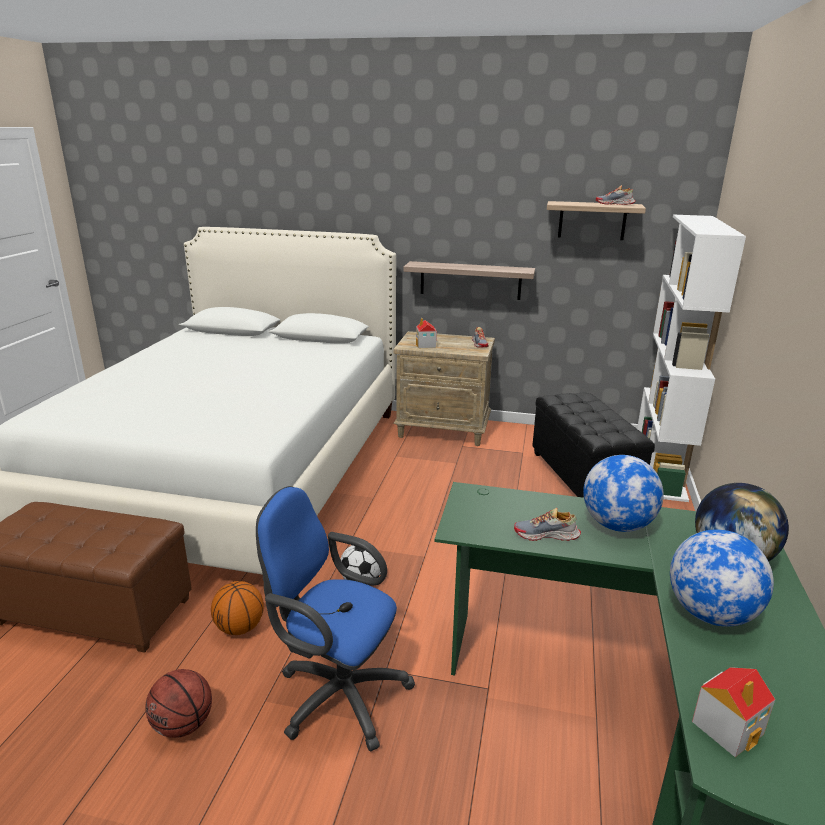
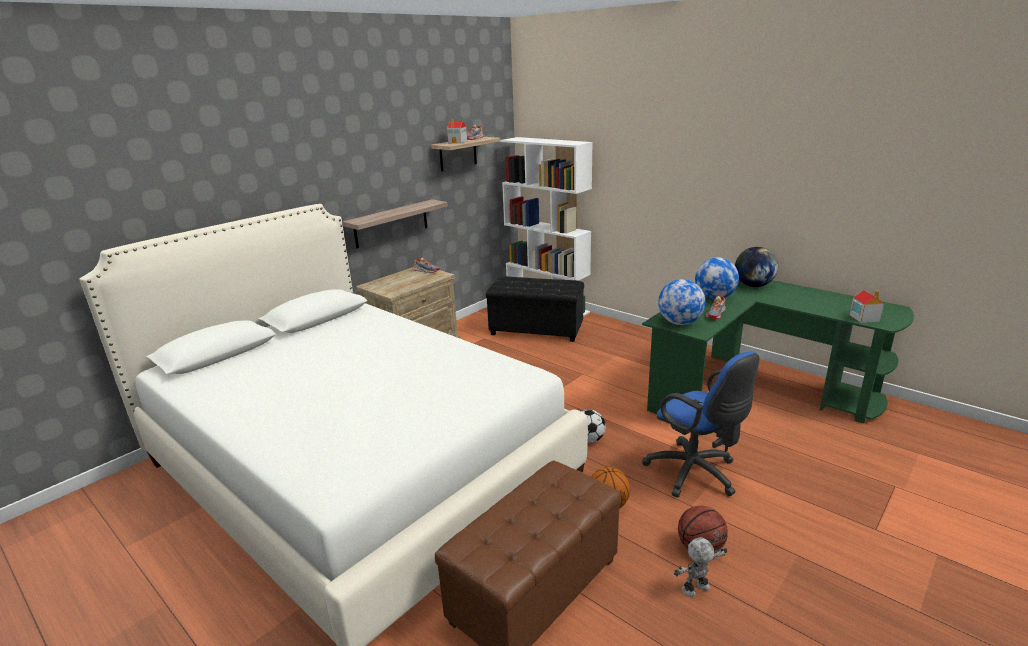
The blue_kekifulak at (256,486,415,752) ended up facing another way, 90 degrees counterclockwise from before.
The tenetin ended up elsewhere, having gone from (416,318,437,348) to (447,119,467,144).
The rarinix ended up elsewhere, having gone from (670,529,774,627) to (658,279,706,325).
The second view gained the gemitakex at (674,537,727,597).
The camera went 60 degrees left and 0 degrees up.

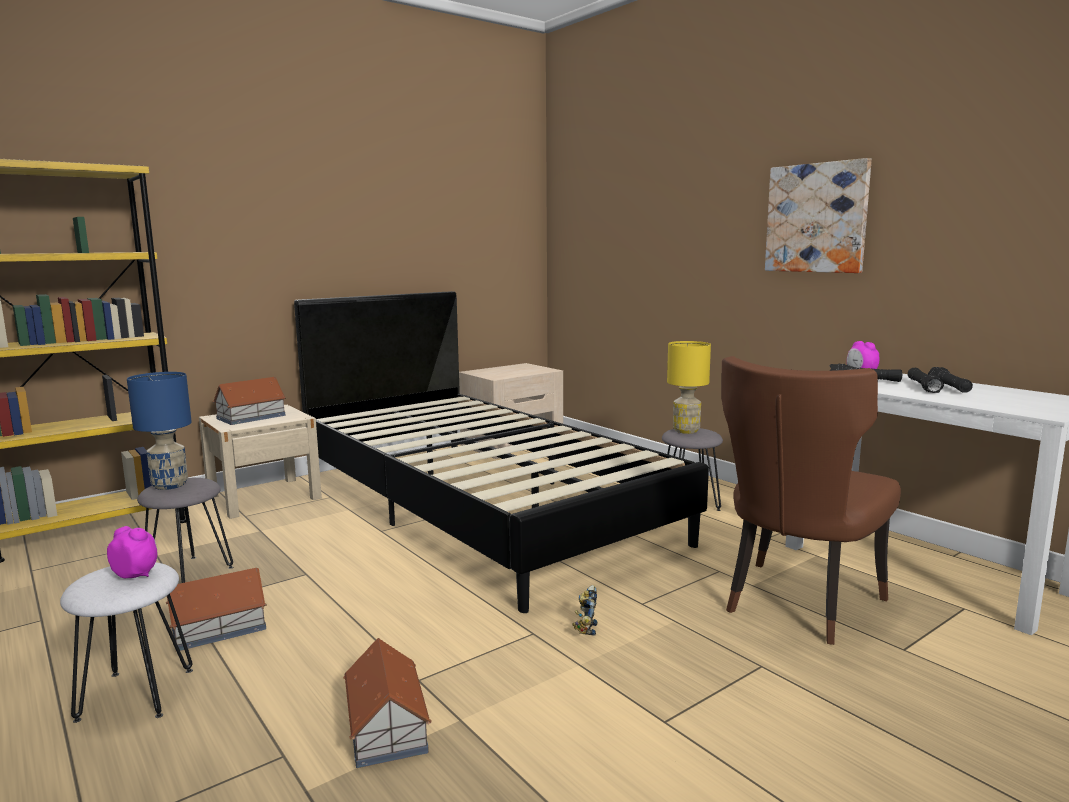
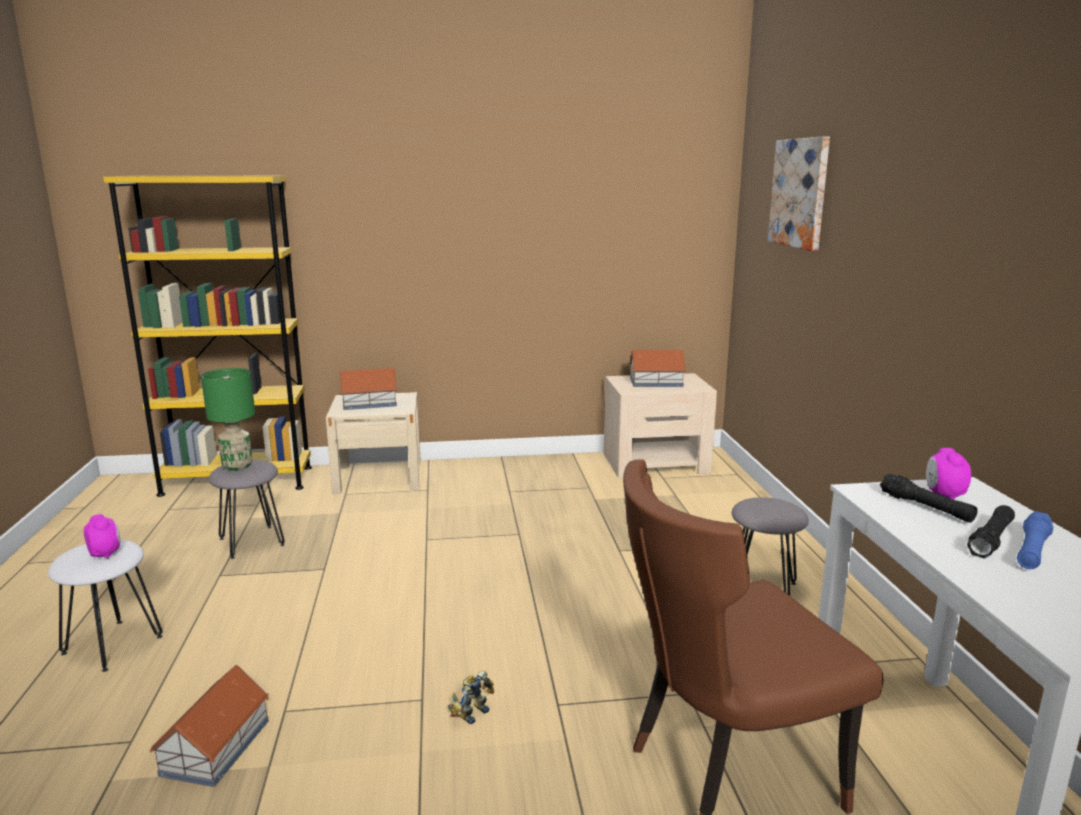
What was the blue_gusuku at (127,372,192,490) turned into the green_gusuku at (201,368,255,471).
The tenetin ended up elsewhere, having gone from (166,568,267,651) to (629,350,686,387).
The second view lost the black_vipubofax at (294,291,709,613).
The second view lost the yellow_gusuku at (667,341,711,434).
The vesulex ended up elsewhere, having gone from (765,158,872,273) to (768,136,830,251).
What was the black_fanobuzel at (928,367,973,393) turned into the blue_fanobuzel at (1017,511,1054,569).
The camera went 30 degrees right and 5 degrees up.

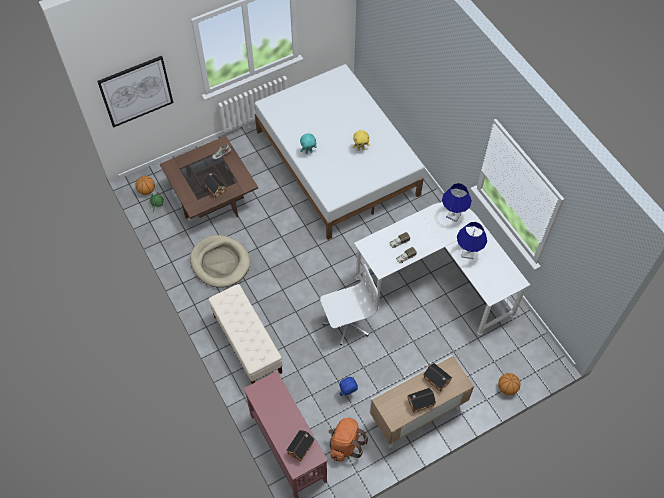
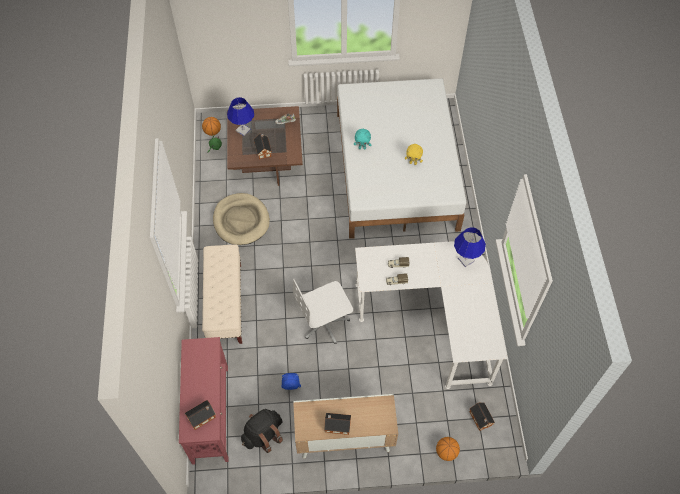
The second view lost the vesulex at (97,56,173,128).
The white_kekifulak at (320,264,378,345) ended up facing another way, 150 degrees clockwise from before.
What was the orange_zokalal at (328,418,368,462) turned into the black_zokalal at (241,409,283,453).
The tenetin ended up elsewhere, having gone from (423,363,452,392) to (470,402,495,431).
The blue_gusuku ended up elsewhere, having gone from (457,222,487,259) to (227,97,254,136).
The camera went 25 degrees right and 0 degrees up.

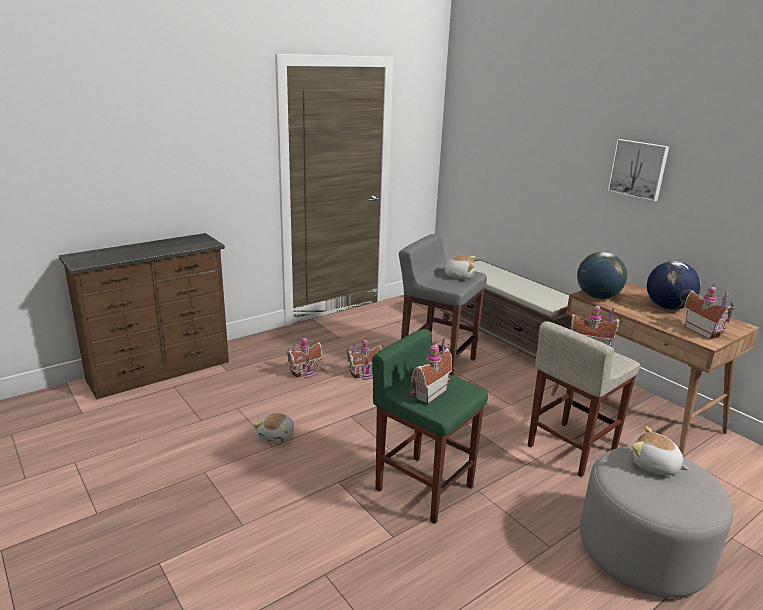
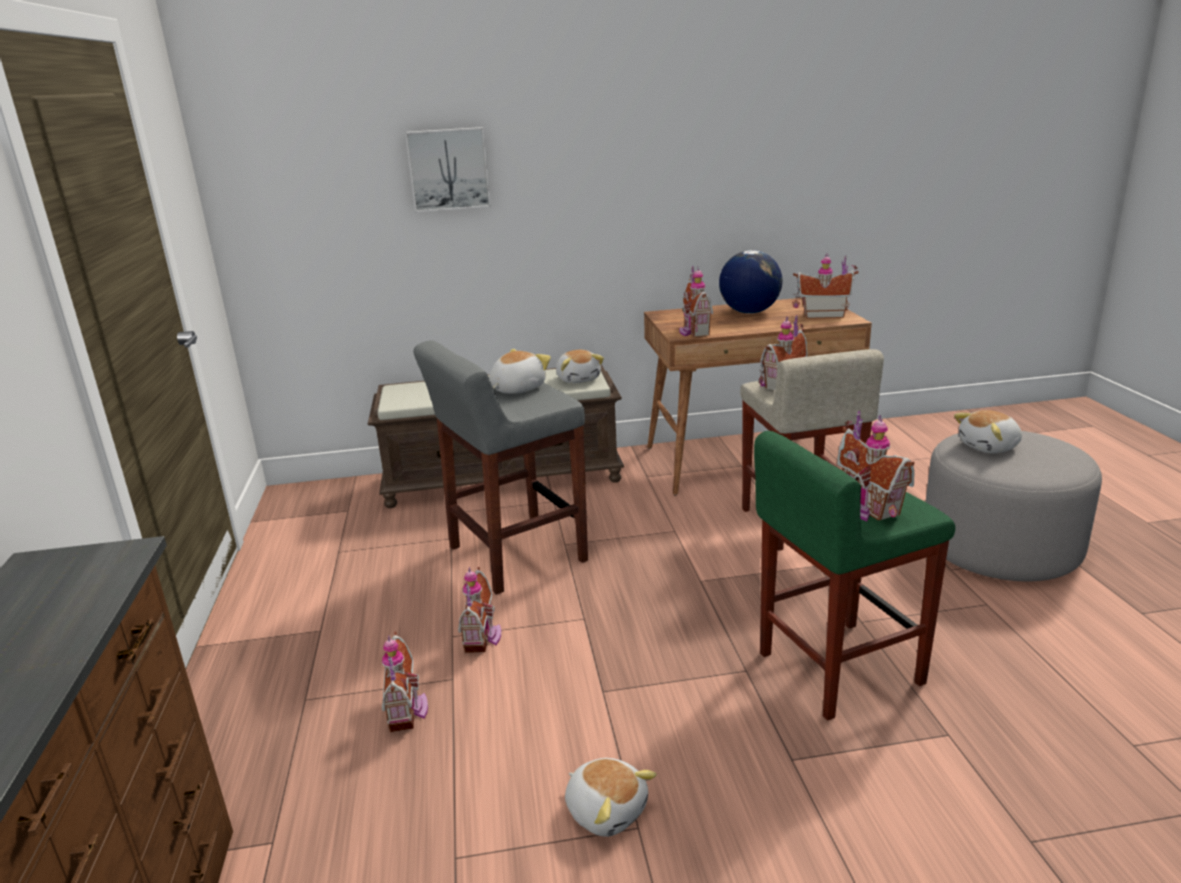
Where the rarinix stood at (577,252,627,299), the tenetin came to stand at (679,266,713,336).
The vesulex ended up elsewhere, having gone from (607,139,669,202) to (405,127,491,212).
The second view gained the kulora at (556,350,604,383).
The camera went 60 degrees left and 0 degrees up.

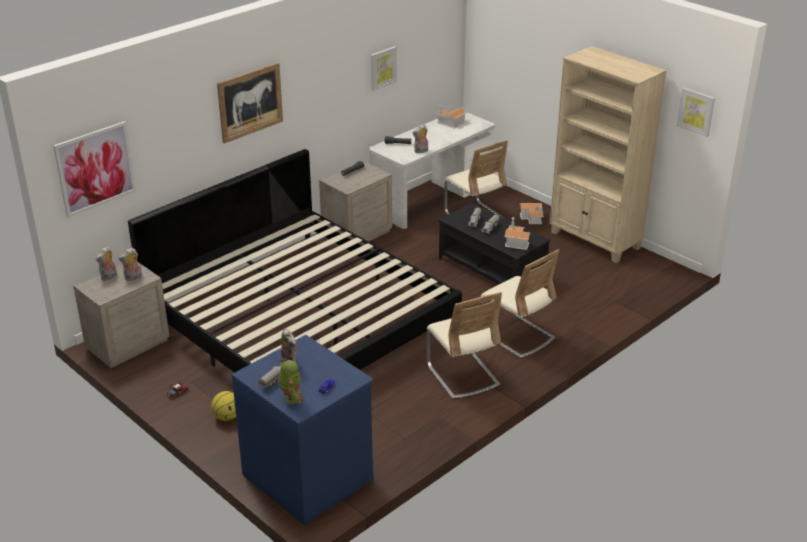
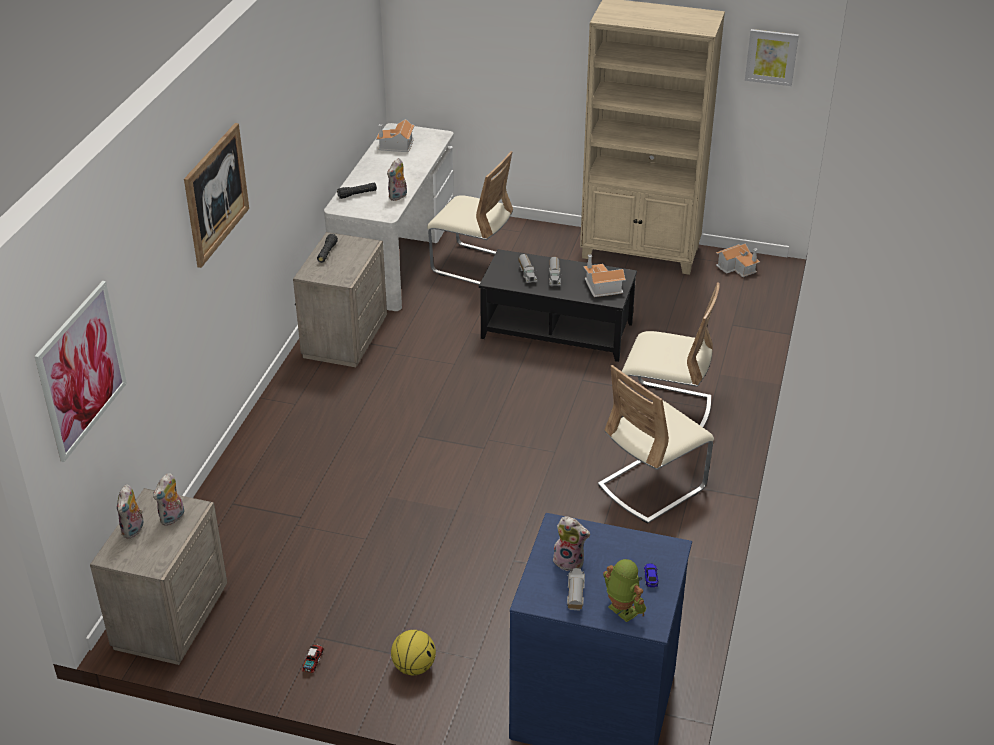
The second view lost the vipubofax at (128,149,462,373).
The second view lost the vesulex at (371,46,397,91).
The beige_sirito at (427,292,502,399) ended up facing another way, 105 degrees clockwise from before.
The tenetin ended up elsewhere, having gone from (520,203,544,224) to (716,244,760,277).
The camera went 30 degrees left and 5 degrees up.

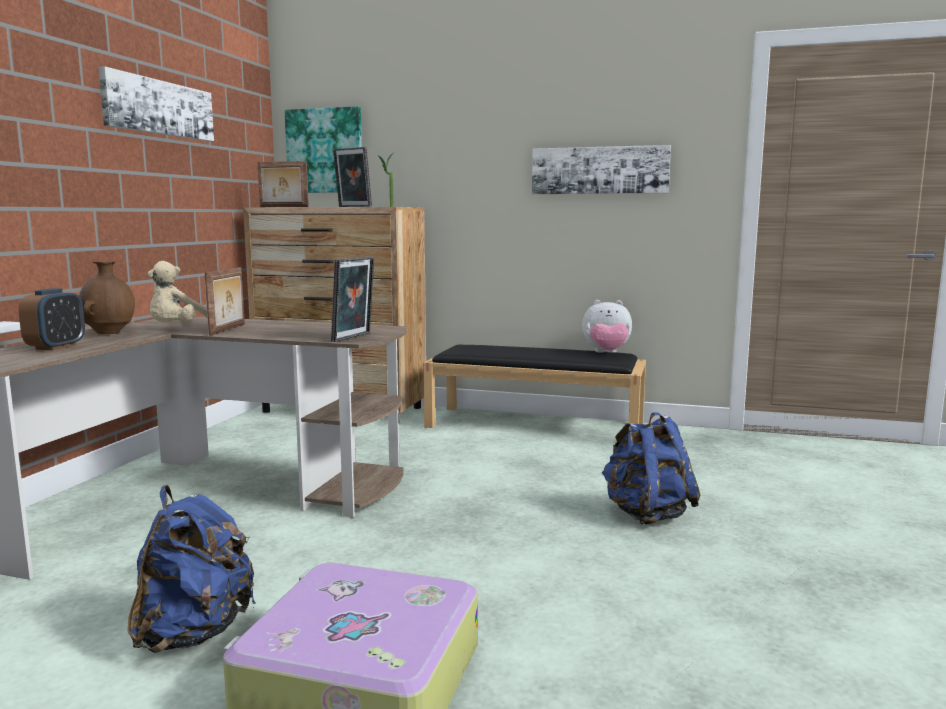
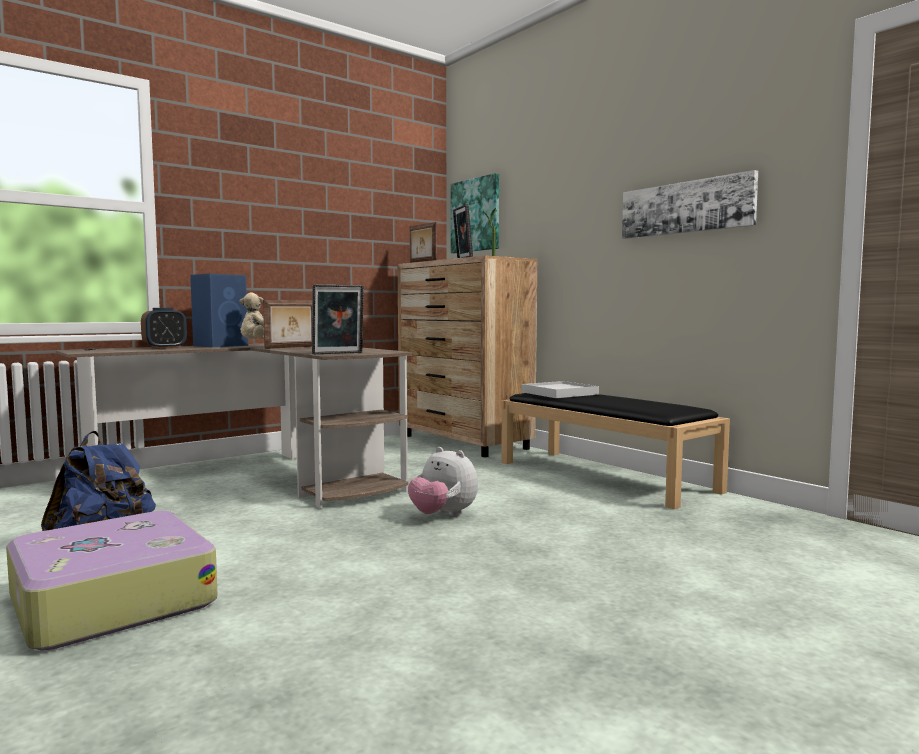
Where the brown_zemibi stood at (79,261,135,334), the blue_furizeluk came to stand at (190,274,248,347).
The second view lost the vesulex at (98,66,214,141).
The kulora ended up elsewhere, having gone from (582,300,632,353) to (408,447,478,517).
The second view lost the blue_zokalal at (602,412,700,525).
The second view gained the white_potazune at (522,381,599,398).
The camera went 35 degrees right and 5 degrees down.

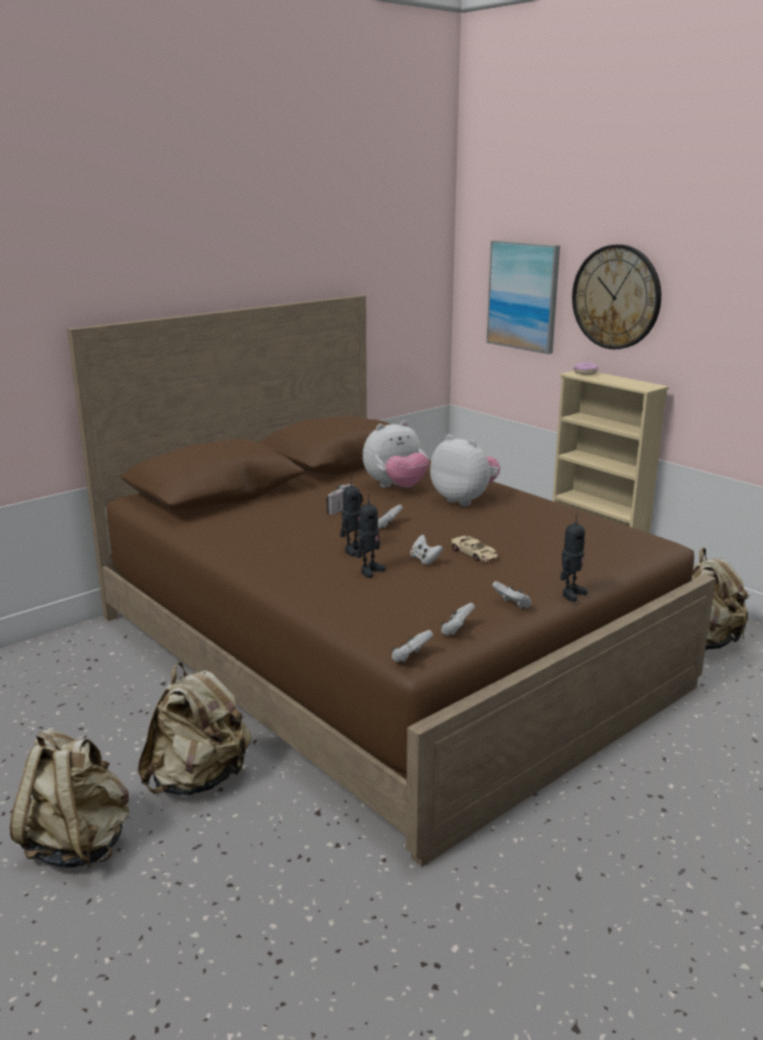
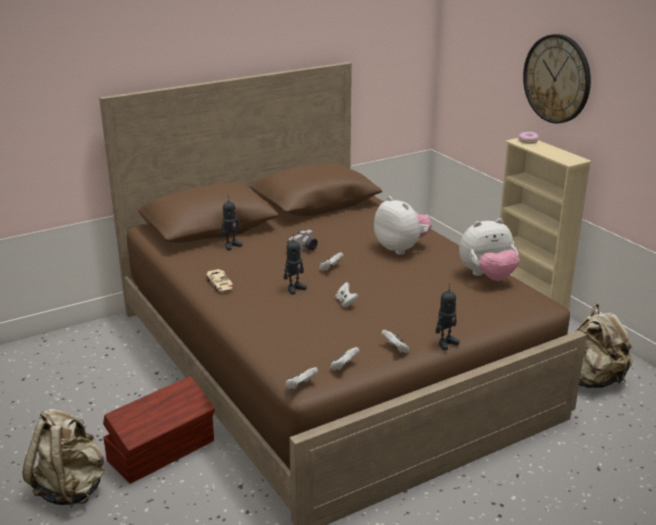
Where the beige_zokalal stood at (138,662,251,795), the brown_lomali came to stand at (103,376,215,484).
The gemitakex ended up elsewhere, having gone from (356,494,386,578) to (221,195,242,251).
The kulora ended up elsewhere, having gone from (363,421,429,488) to (459,218,519,281).
The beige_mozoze ended up elsewhere, having gone from (451,536,498,562) to (206,269,233,292).
The second view lost the vesulex at (487,240,560,354).
The camera went 10 degrees right and 5 degrees up.

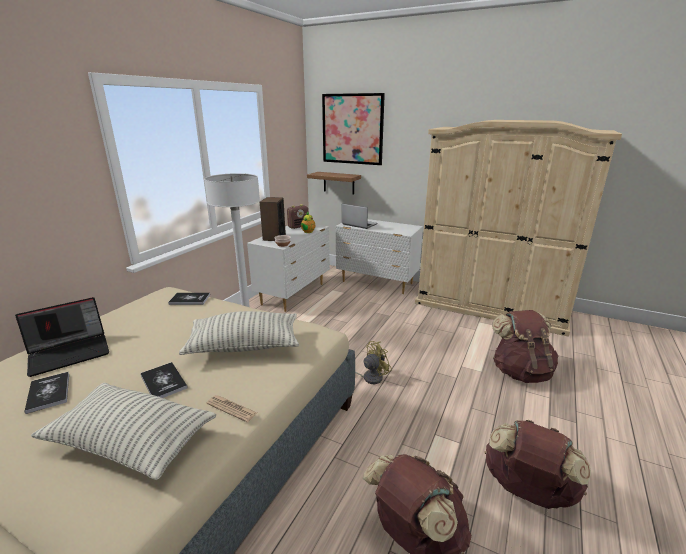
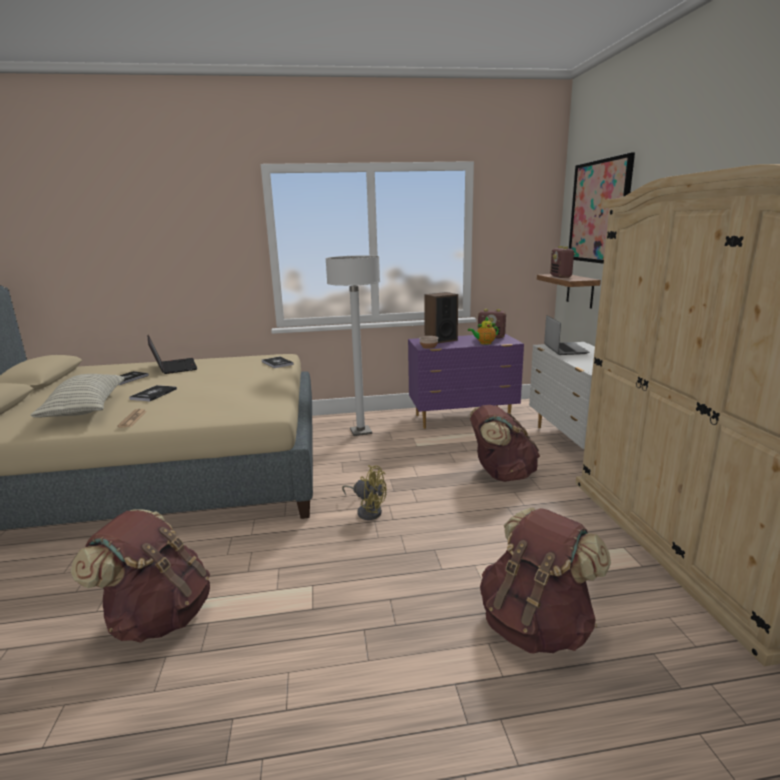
The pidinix at (15,297,109,377) ended up facing another way, 135 degrees counterclockwise from before.
The second view lost the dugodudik at (179,311,299,355).
What was the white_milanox at (247,225,330,312) turned into the purple_milanox at (408,334,524,429).
The brown_zokalal ended up elsewhere, having gone from (485,420,591,509) to (470,405,540,482).
The second view gained the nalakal at (550,246,576,278).
The camera went 55 degrees right and 5 degrees down.

